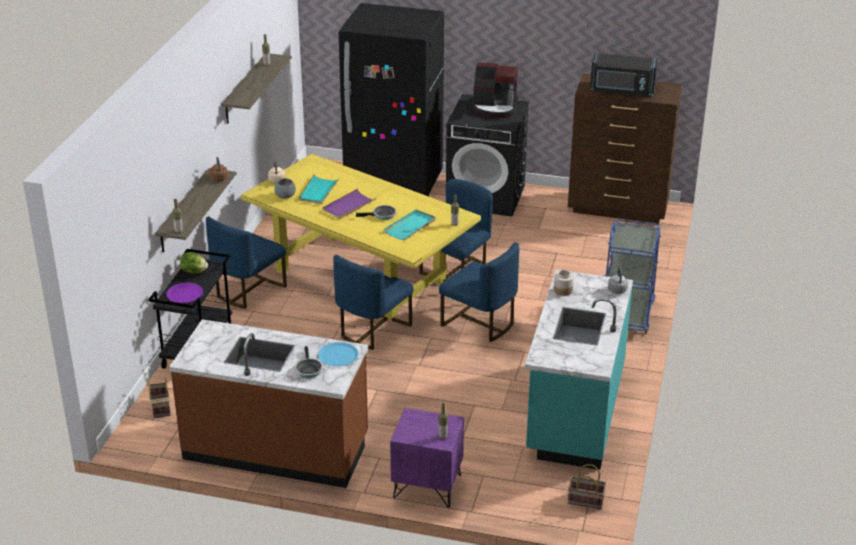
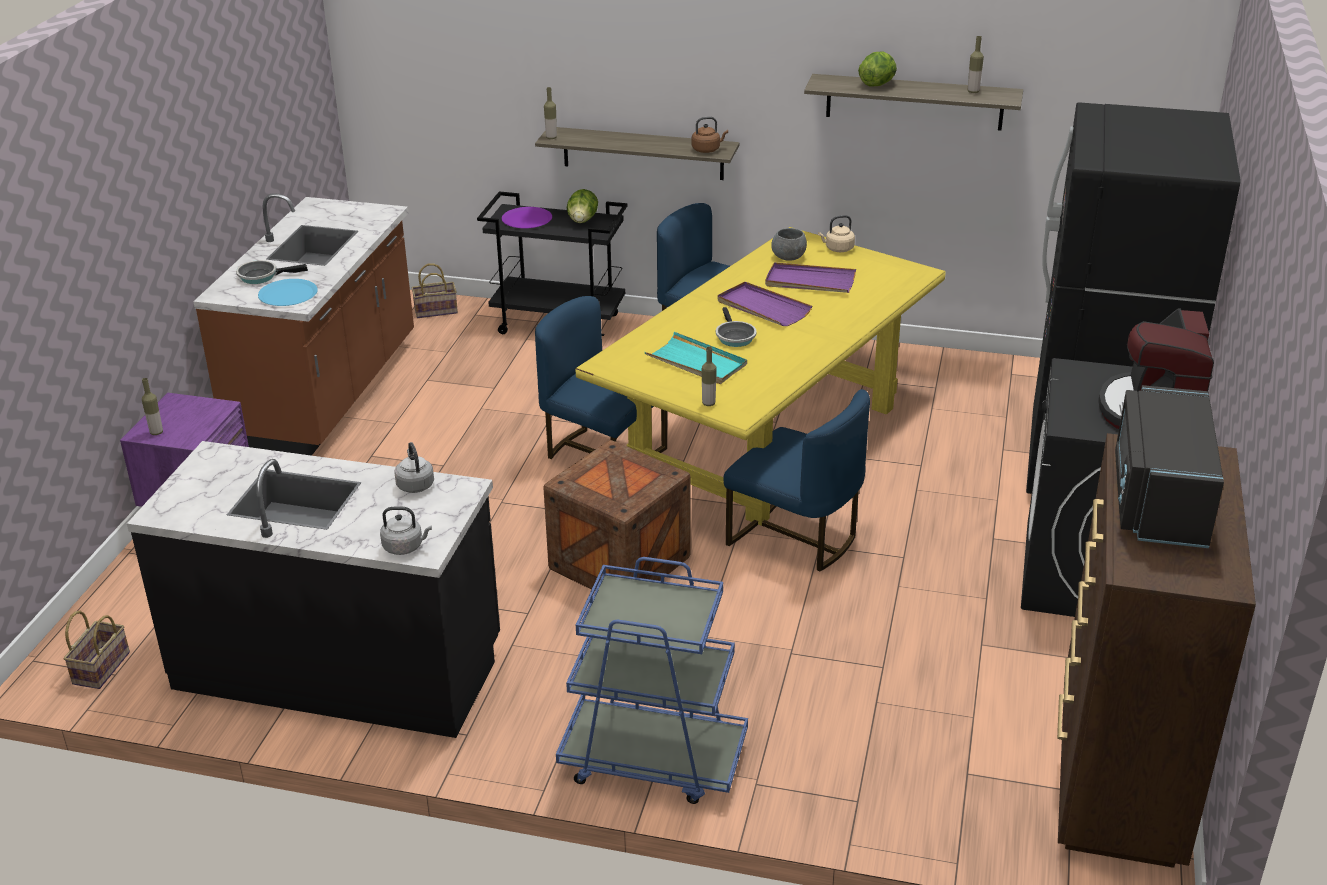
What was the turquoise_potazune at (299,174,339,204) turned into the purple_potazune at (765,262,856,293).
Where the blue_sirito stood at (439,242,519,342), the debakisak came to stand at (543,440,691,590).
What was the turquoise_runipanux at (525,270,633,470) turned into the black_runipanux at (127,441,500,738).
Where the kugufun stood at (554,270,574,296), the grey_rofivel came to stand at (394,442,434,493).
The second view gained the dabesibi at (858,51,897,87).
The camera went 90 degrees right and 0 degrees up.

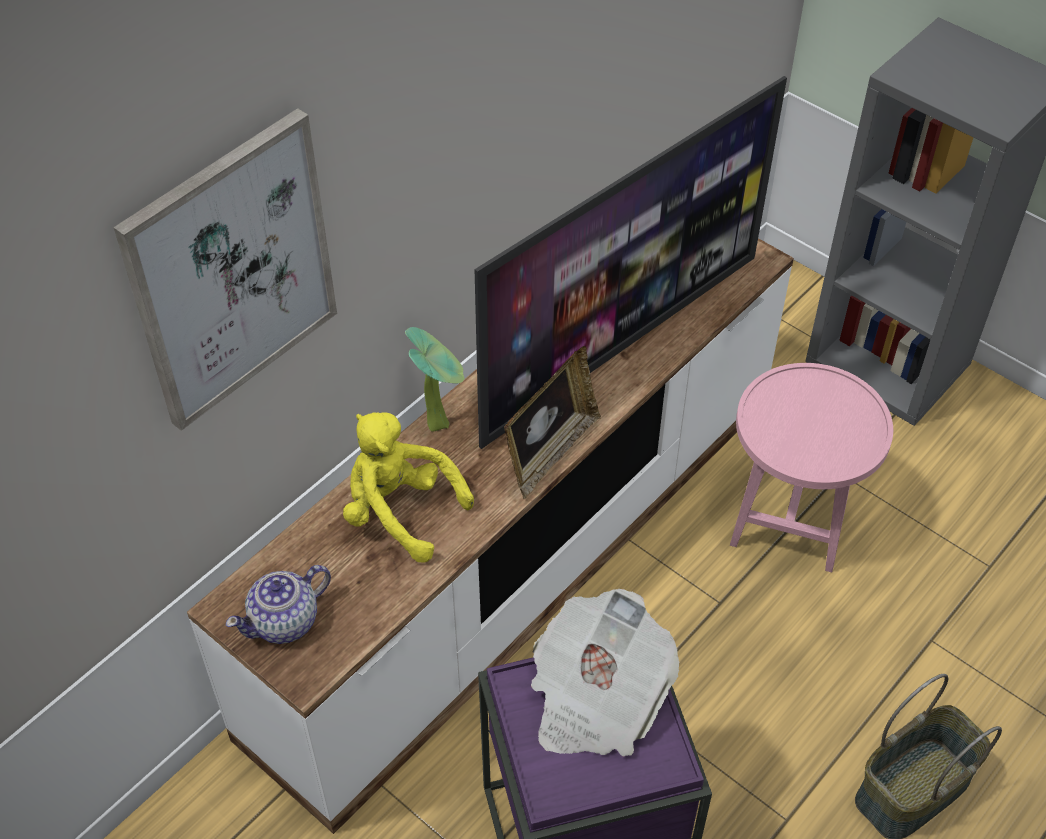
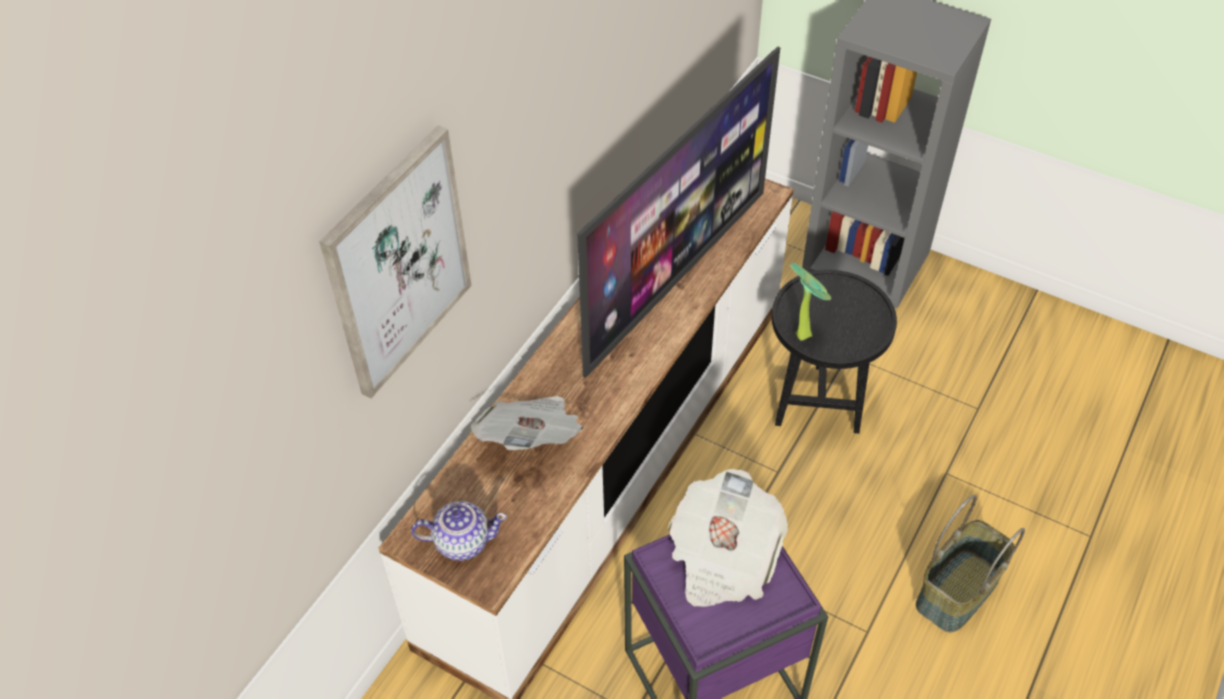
The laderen at (226,565,331,644) ended up facing another way, 135 degrees counterclockwise from before.
Where the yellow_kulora stood at (343,412,474,563), the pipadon came to stand at (471,396,583,450).
The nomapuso ended up elsewhere, having gone from (405,327,464,432) to (790,263,831,341).
The second view lost the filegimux at (504,346,601,499).
What was the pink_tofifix at (730,363,893,572) turned into the black_tofifix at (772,270,897,434).
The camera went 10 degrees left and 0 degrees up.

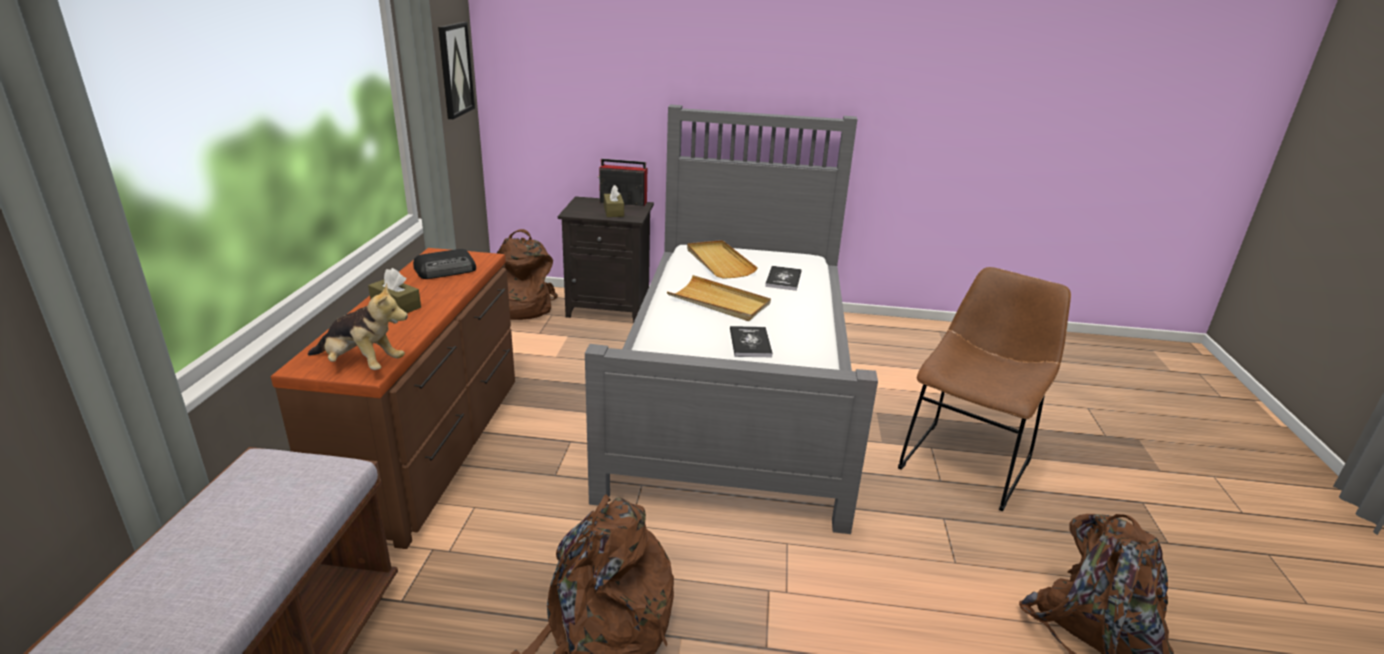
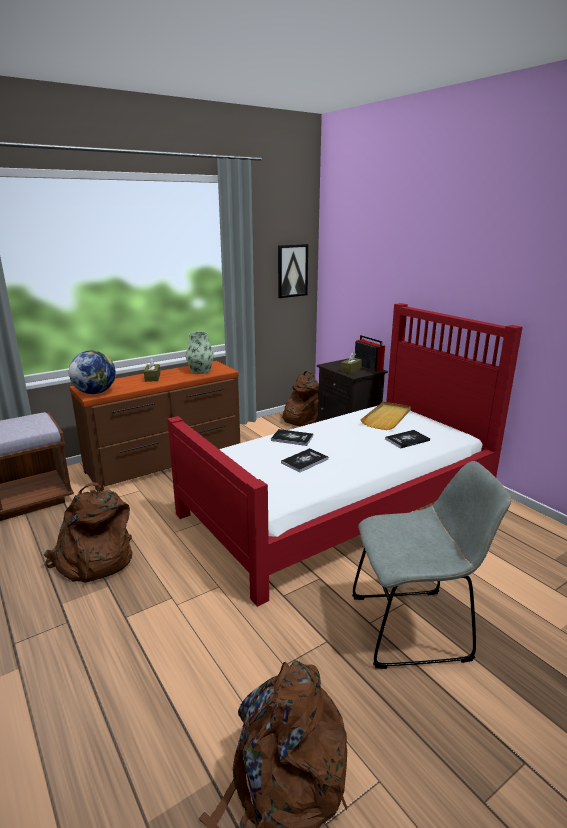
Where the kulora stood at (308,283,408,370), the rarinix came to stand at (69,351,116,394).
Where the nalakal stood at (413,249,476,279), the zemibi came to stand at (186,332,214,374).
What was the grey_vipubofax at (585,105,878,534) turned into the red_vipubofax at (167,303,523,607).
The second view lost the beige_potazune at (667,275,771,321).
What was the brown_sirito at (898,267,1071,511) turned into the grey_sirito at (352,461,511,669).
The second view gained the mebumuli at (271,429,313,446).
The camera went 50 degrees right and 5 degrees down.

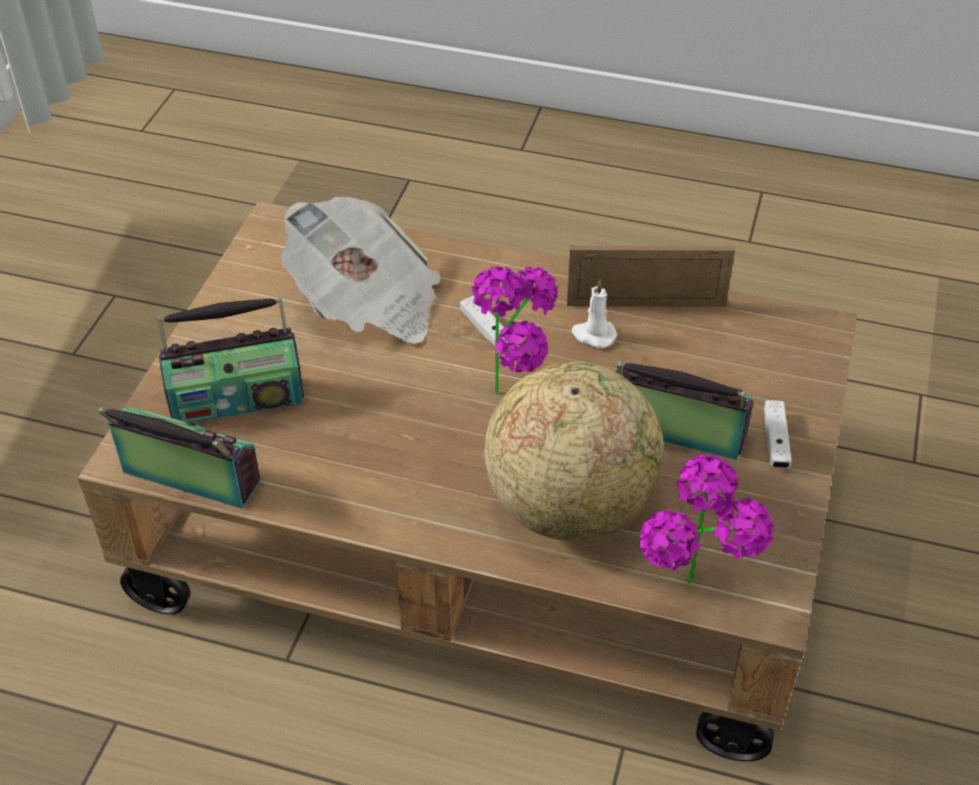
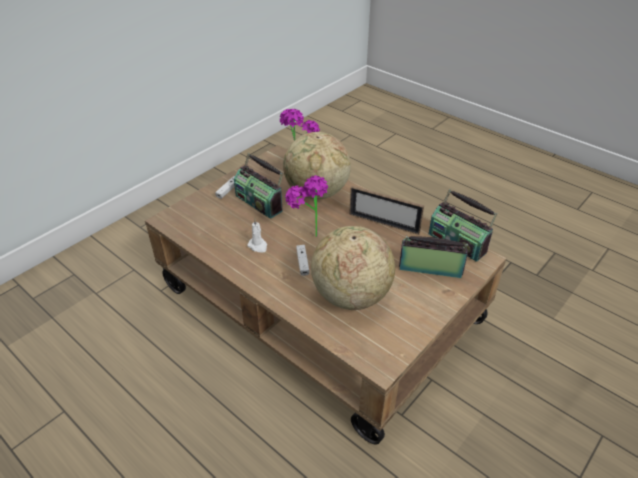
Where the pipadon stood at (280,197,440,344), the rarinix came to stand at (311,226,395,310).
The filegimux ended up elsewhere, having gone from (567,246,735,307) to (349,186,424,235).
The camera went 155 degrees left and 5 degrees down.

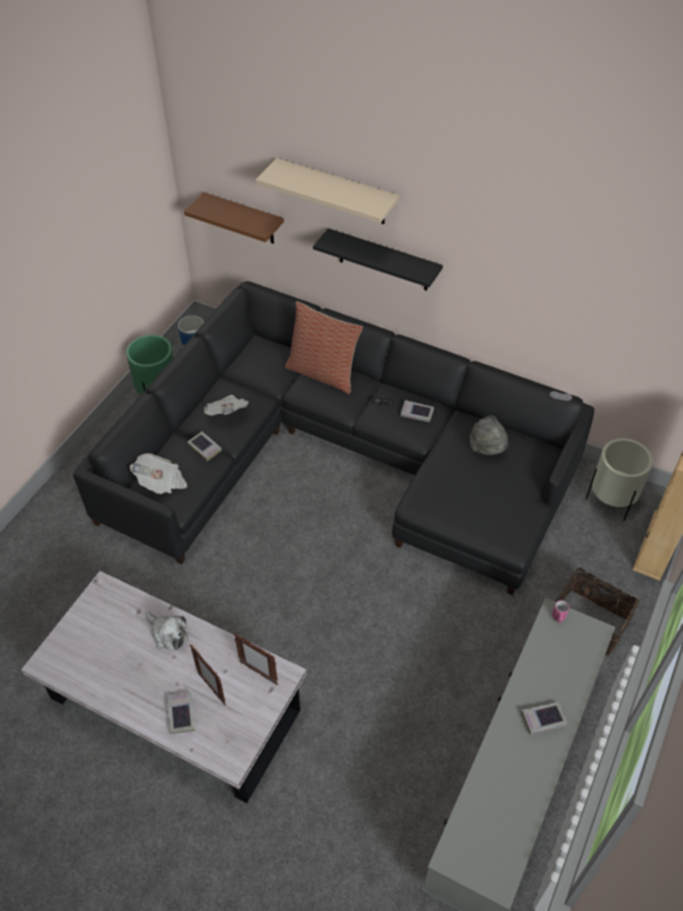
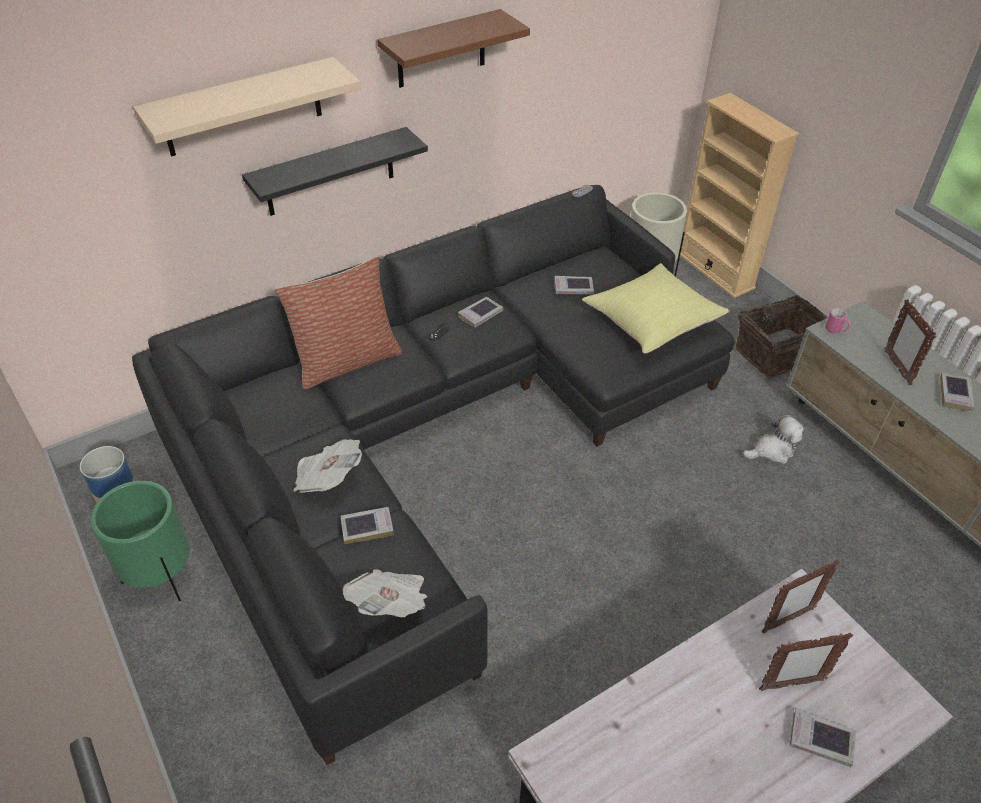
The kulora ended up elsewhere, having gone from (146,611,189,651) to (743,415,804,464).
The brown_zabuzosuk ended up elsewhere, having gone from (184,192,284,244) to (377,9,530,88).
Where the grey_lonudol stood at (470,415,508,455), the mebumuli came to stand at (554,276,594,295).
The second view gained the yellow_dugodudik at (582,263,730,354).
The second view gained the filegimux at (885,299,936,385).
The camera went 60 degrees left and 5 degrees down.

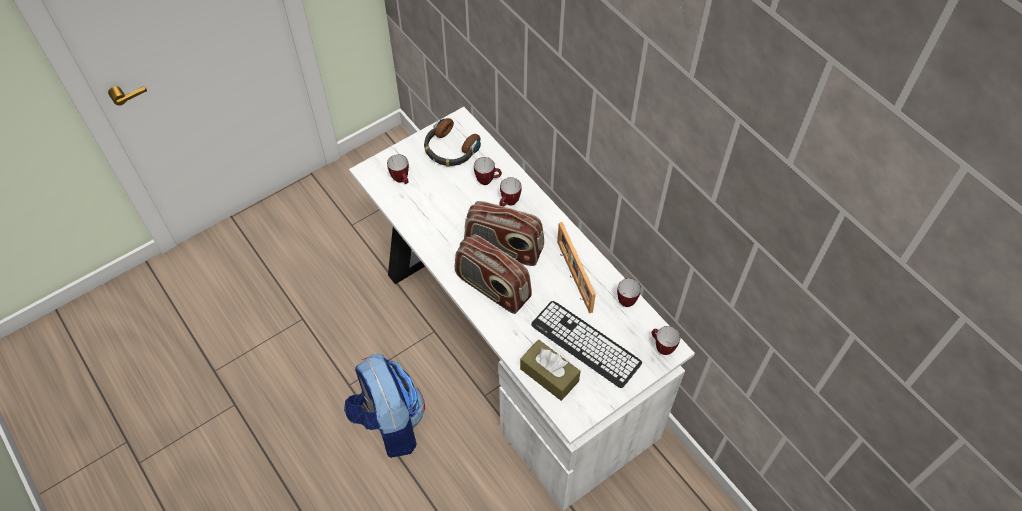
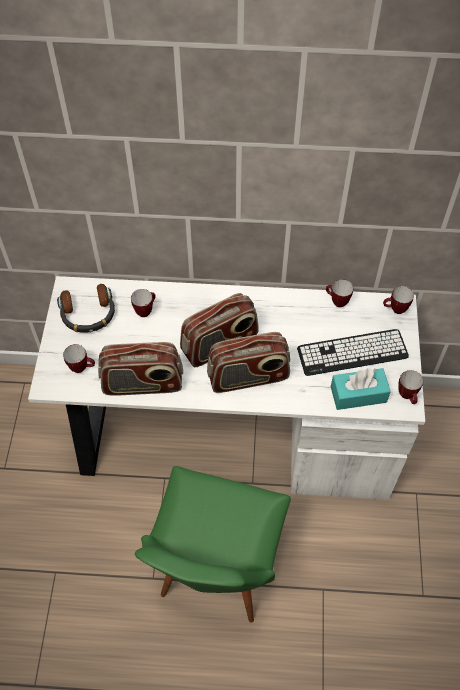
Where the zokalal stood at (344,354,425,458), the green_sirito came to stand at (135,466,291,623).
The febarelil ended up elsewhere, having gone from (499,177,522,207) to (398,370,423,404).
What was the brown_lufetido at (520,340,580,401) turned into the turquoise_lufetido at (331,368,391,410).
The second view lost the filegimux at (557,222,596,313).
The second view gained the nalakal at (98,342,183,396).
The camera went 50 degrees left and 0 degrees up.

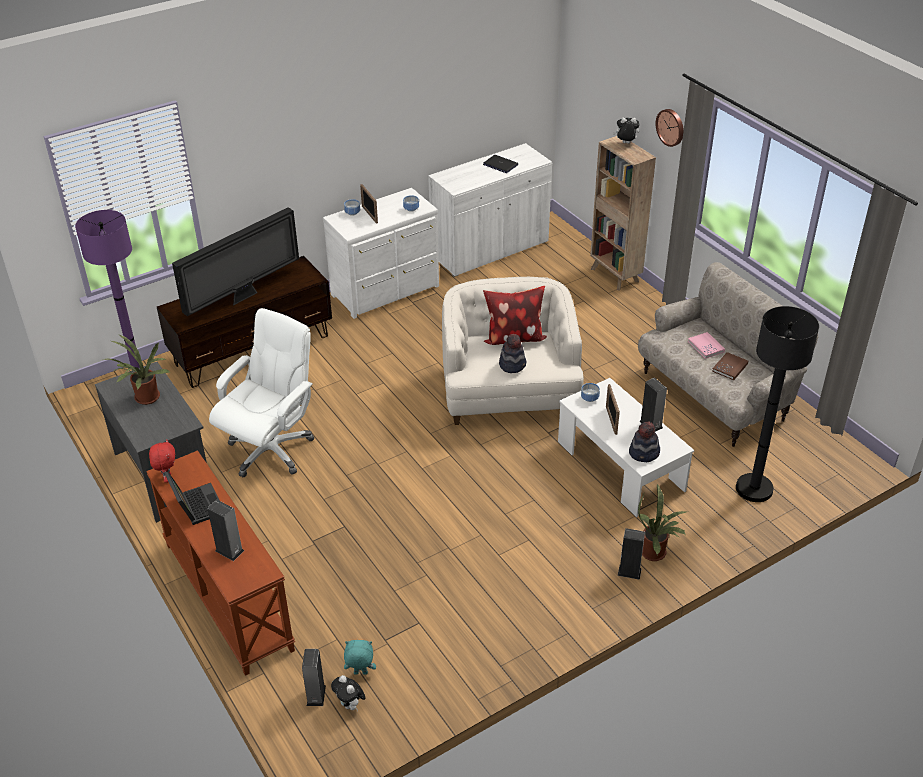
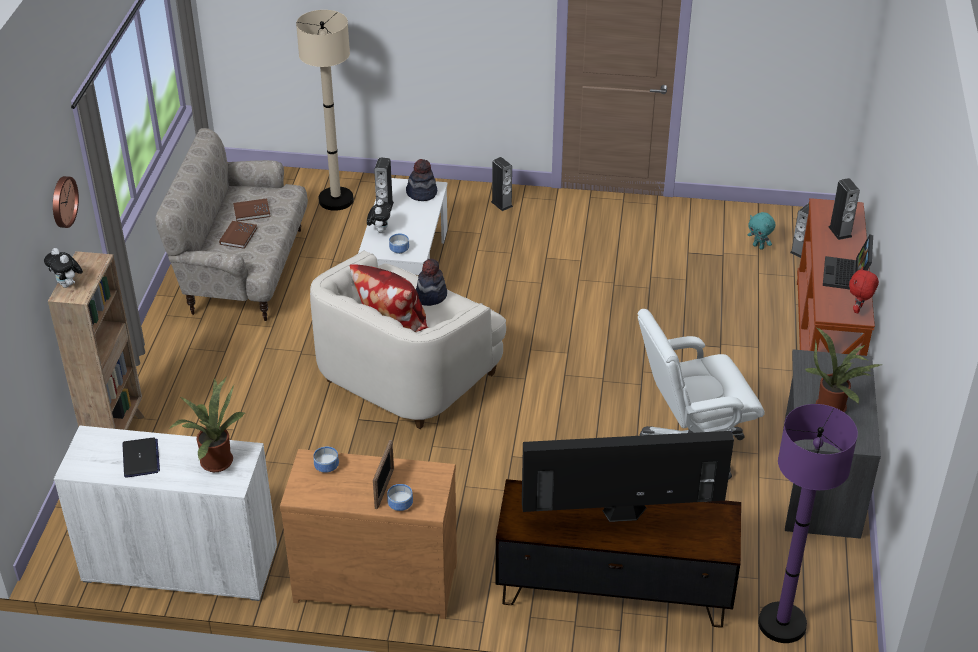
What was the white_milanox at (323,188,439,319) turned into the brown_milanox at (280,449,457,619).
The kulora ended up elsewhere, having gone from (331,675,366,711) to (367,199,392,233).
The second view lost the filegimux at (606,384,620,435).
The nomapuso ended up elsewhere, having gone from (638,484,688,561) to (169,377,245,472).
What was the pink_mebumuli at (688,332,725,359) turned into the brown_mebumuli at (219,221,257,249).
What was the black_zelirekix at (736,306,819,502) turned into the beige_zelirekix at (296,10,354,211).
The camera went 140 degrees left and 0 degrees up.

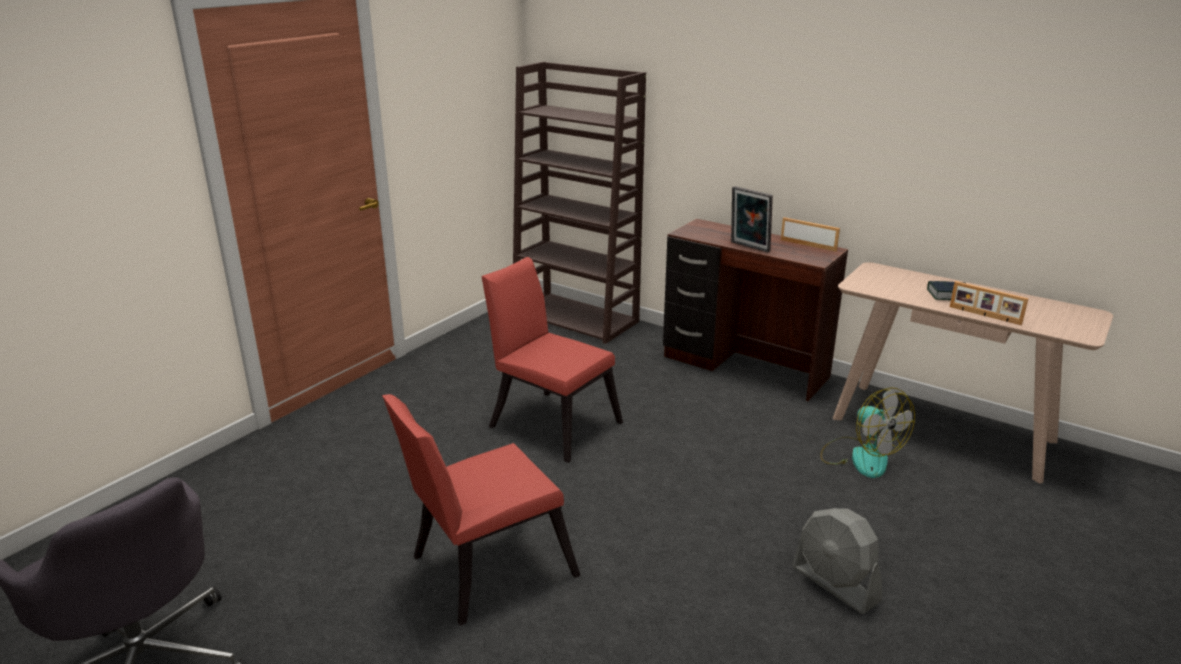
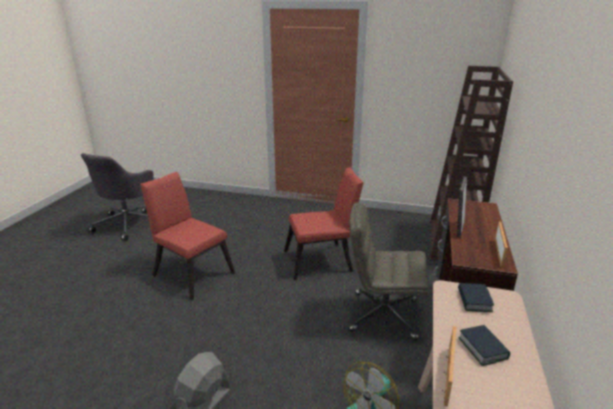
The red_sirito at (482,257,623,463) ended up facing another way, 60 degrees clockwise from before.
The second view gained the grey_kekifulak at (349,203,429,341).
The second view gained the mebumuli at (458,283,494,312).
The camera went 70 degrees right and 0 degrees up.

